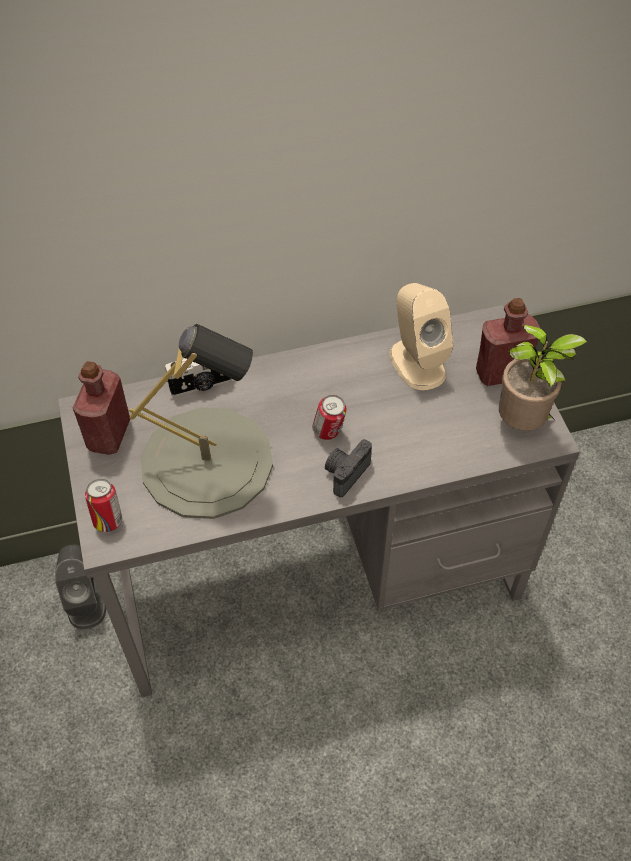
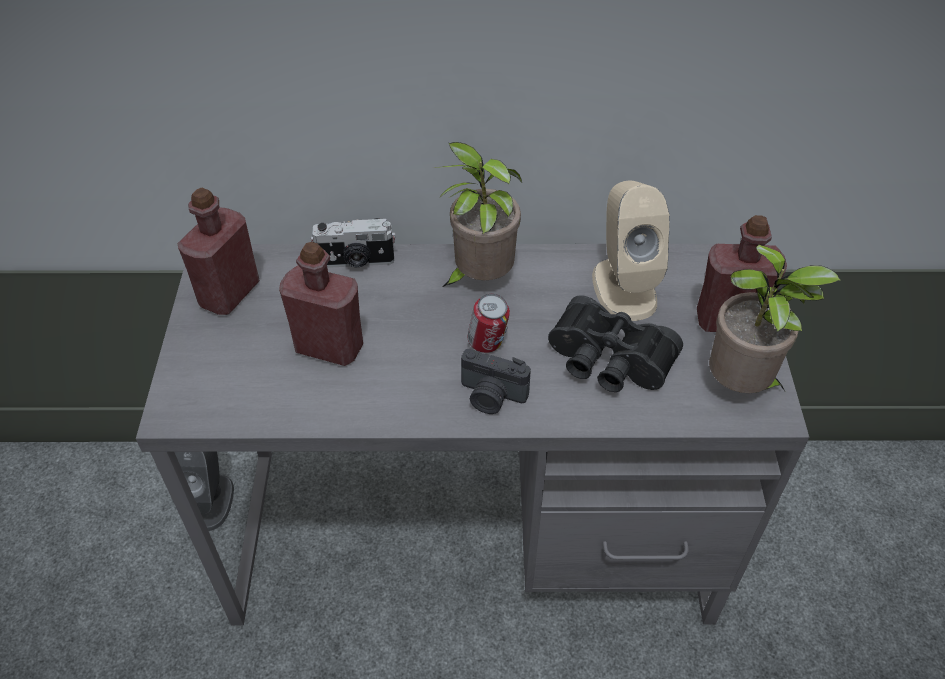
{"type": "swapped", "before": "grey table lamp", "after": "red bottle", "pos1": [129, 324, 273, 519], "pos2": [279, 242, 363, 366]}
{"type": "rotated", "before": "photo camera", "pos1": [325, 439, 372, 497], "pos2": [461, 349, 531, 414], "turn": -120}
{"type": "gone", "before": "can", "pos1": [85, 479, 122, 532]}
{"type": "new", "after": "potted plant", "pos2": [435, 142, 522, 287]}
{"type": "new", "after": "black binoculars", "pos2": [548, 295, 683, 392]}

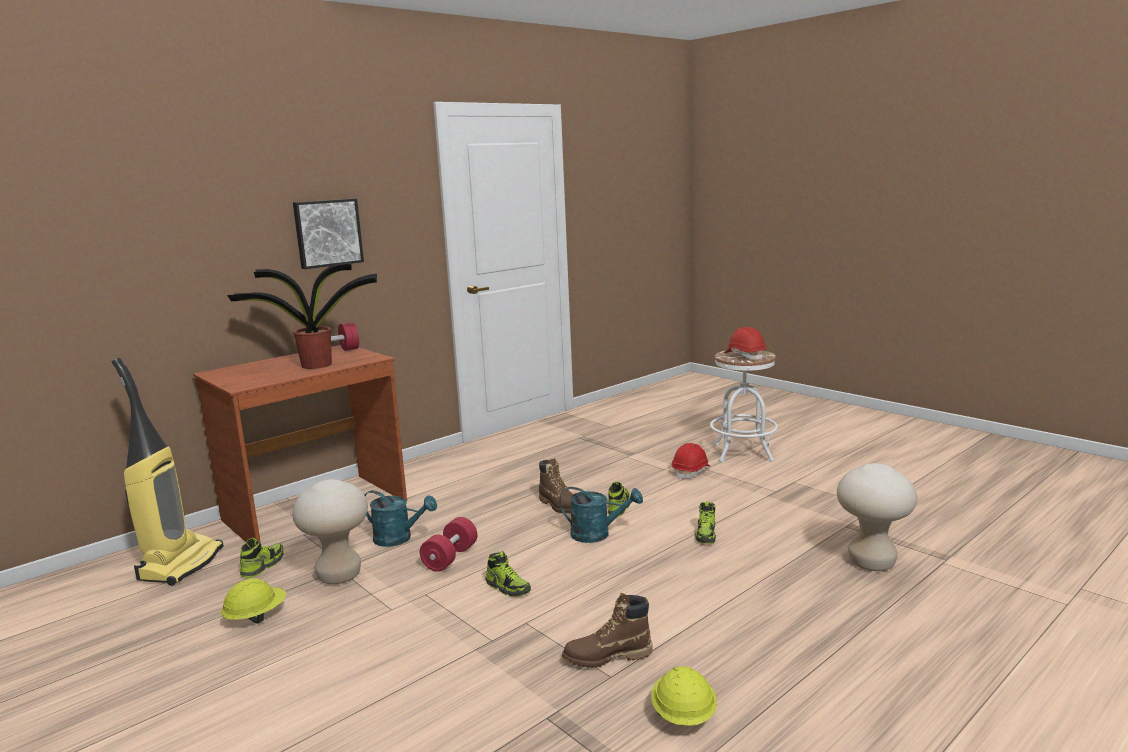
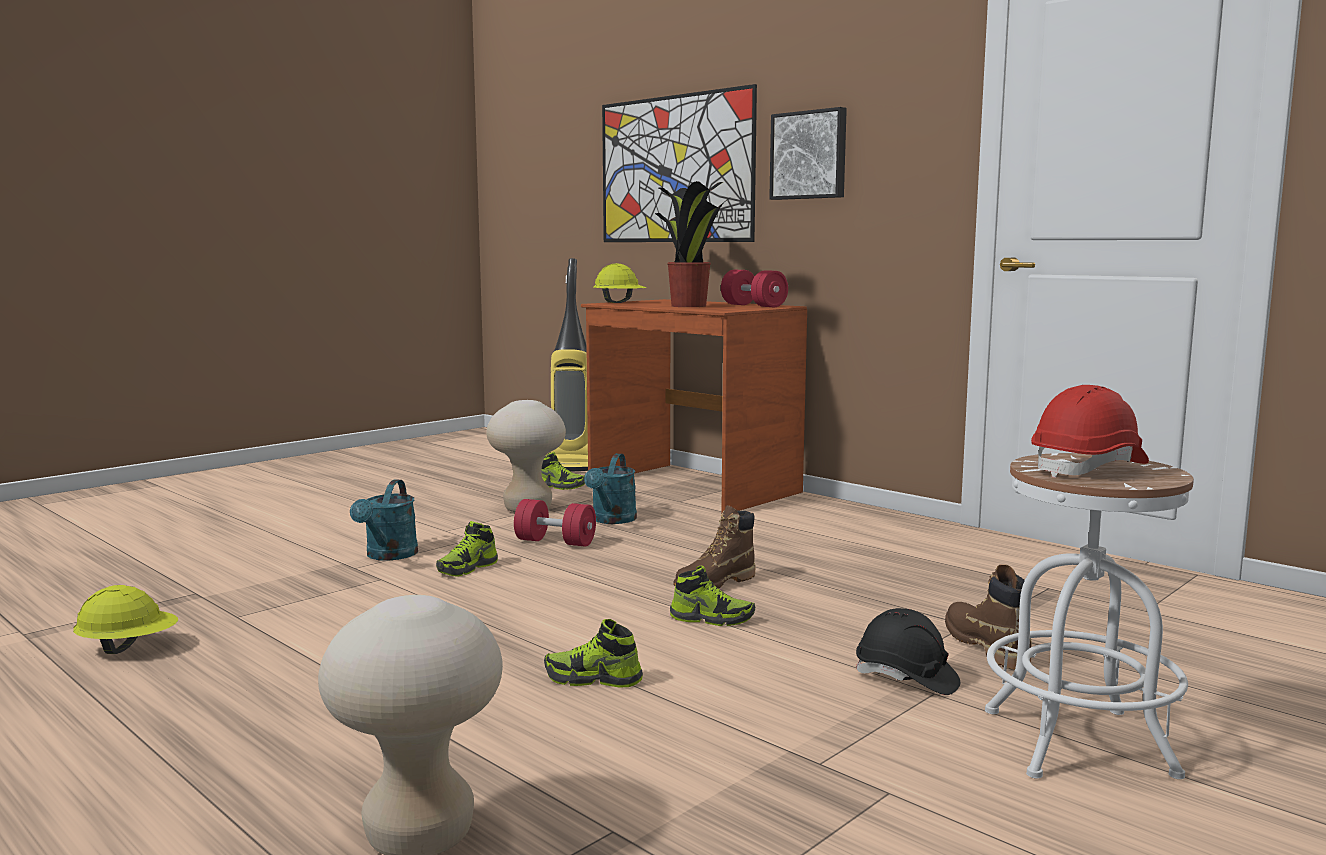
{"type": "repainted", "before": "red hard hat", "after": "black hard hat", "pos1": [672, 443, 711, 480], "pos2": [855, 608, 960, 695]}
{"type": "shifted", "before": "turquoise watering can", "pos1": [559, 487, 643, 543], "pos2": [350, 480, 418, 561]}
{"type": "shifted", "before": "yellow hard hat", "pos1": [221, 578, 286, 624], "pos2": [593, 263, 647, 303]}
{"type": "shifted", "before": "brown boot", "pos1": [562, 593, 652, 668], "pos2": [945, 564, 1032, 670]}
{"type": "new", "after": "picture", "pos2": [602, 84, 757, 242]}

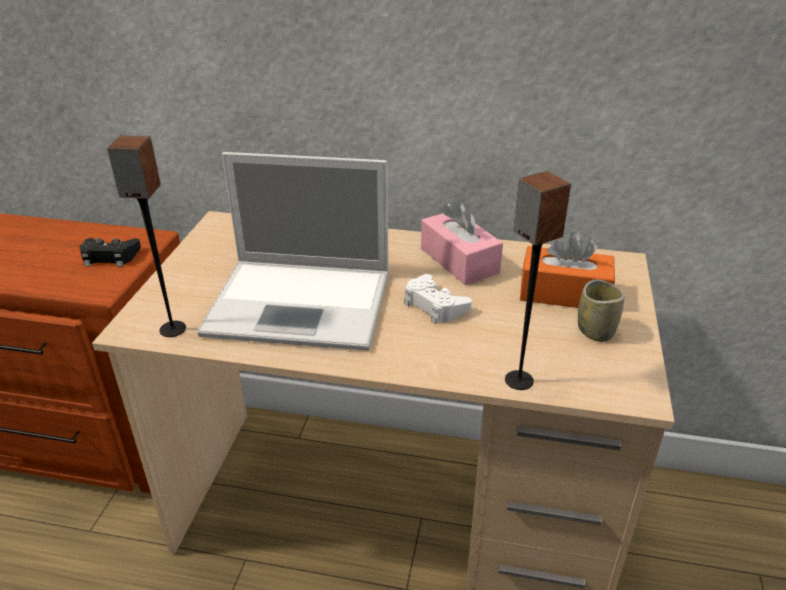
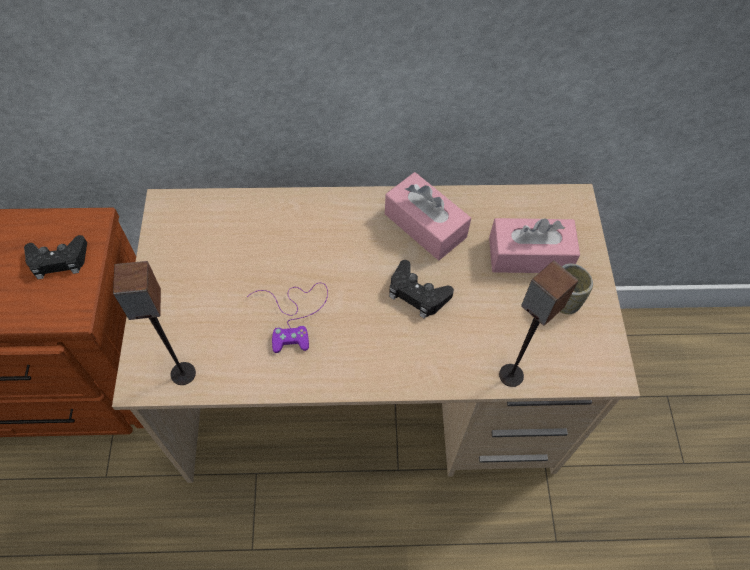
{"type": "swapped", "before": "laptop", "after": "purple game controller", "pos1": [197, 152, 389, 351], "pos2": [247, 283, 328, 353]}
{"type": "repainted", "before": "orange tissue box", "after": "pink tissue box", "pos1": [520, 231, 615, 308], "pos2": [489, 218, 580, 273]}
{"type": "repainted", "before": "white game controller", "after": "black game controller", "pos1": [404, 274, 472, 324], "pos2": [389, 260, 454, 319]}

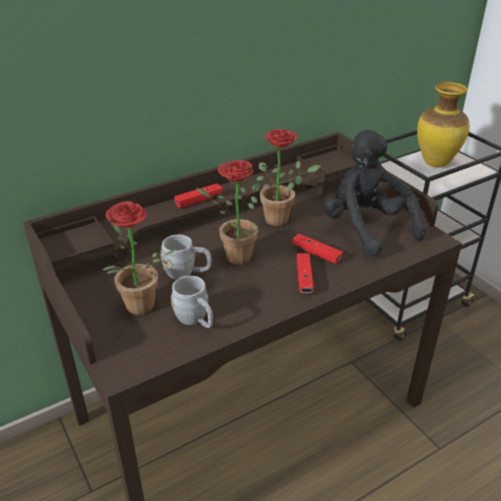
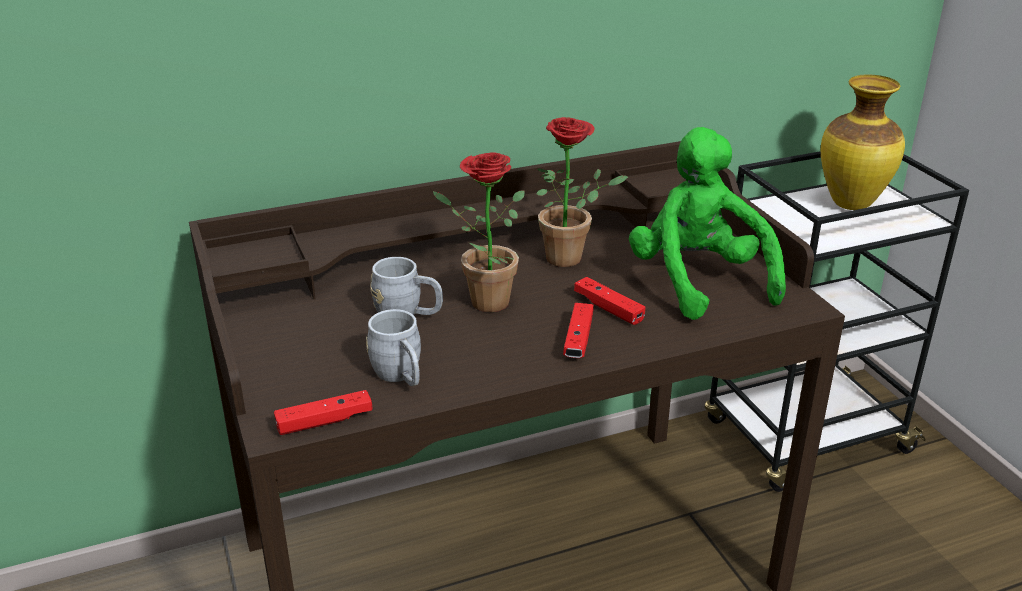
{"type": "repainted", "before": "black plush toy", "after": "green plush toy", "pos1": [323, 130, 426, 257], "pos2": [629, 127, 786, 320]}
{"type": "shifted", "before": "red game controller", "pos1": [174, 184, 223, 208], "pos2": [274, 390, 372, 435]}
{"type": "gone", "before": "potted plant", "pos1": [102, 201, 177, 315]}

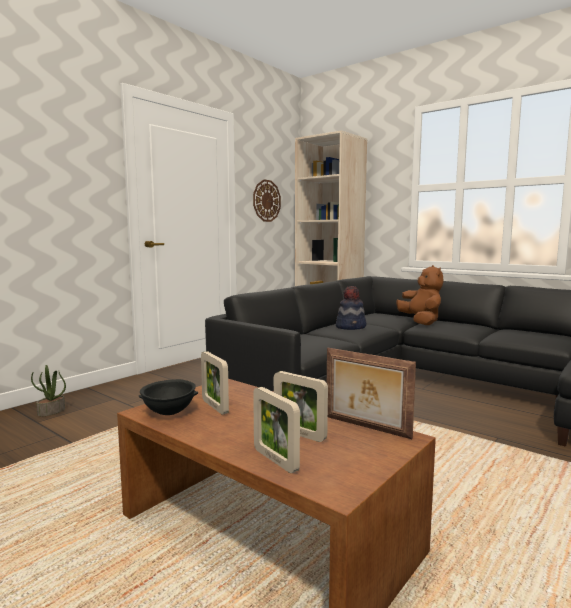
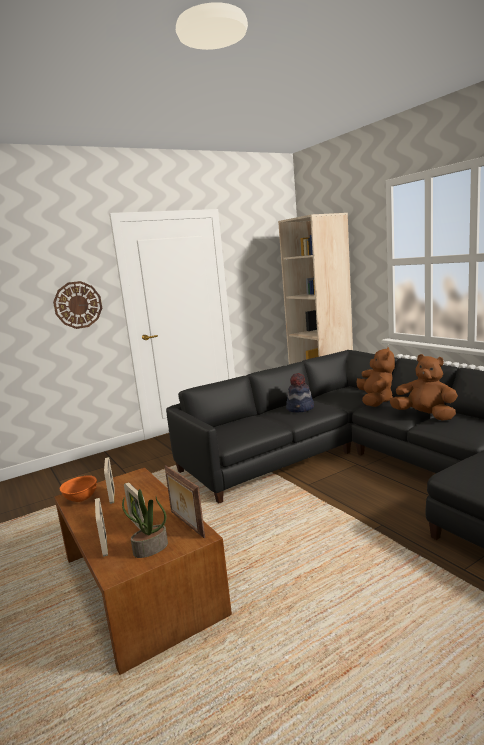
{"type": "shifted", "before": "wall clock", "pos1": [253, 179, 281, 222], "pos2": [53, 281, 102, 329]}
{"type": "shifted", "before": "potted plant", "pos1": [31, 365, 66, 416], "pos2": [122, 489, 168, 558]}
{"type": "repainted", "before": "black bowl", "after": "orange bowl", "pos1": [139, 379, 198, 415], "pos2": [60, 476, 97, 502]}
{"type": "new", "after": "brown plush toy", "pos2": [390, 354, 458, 421]}

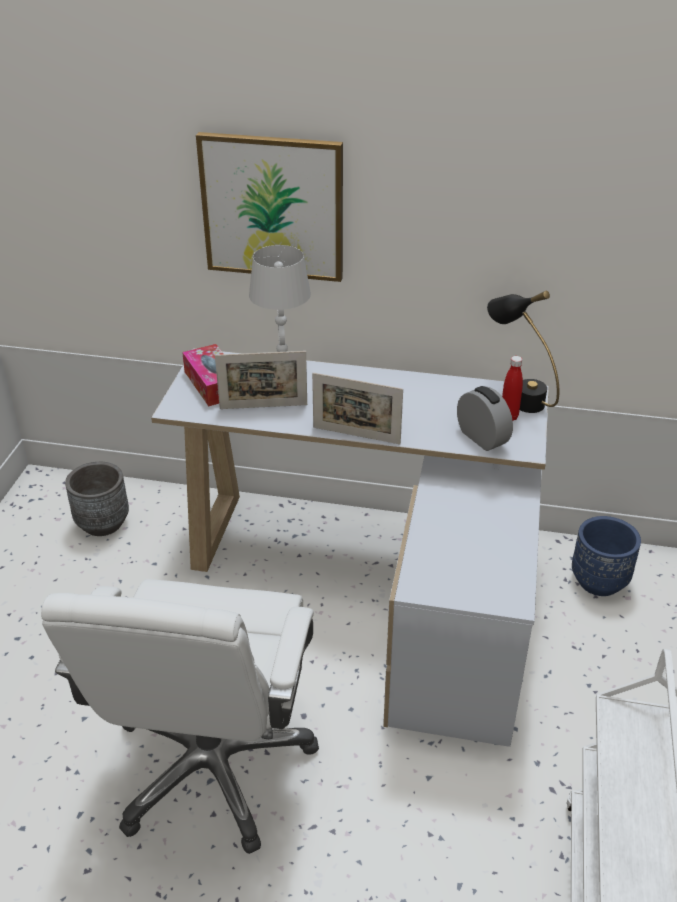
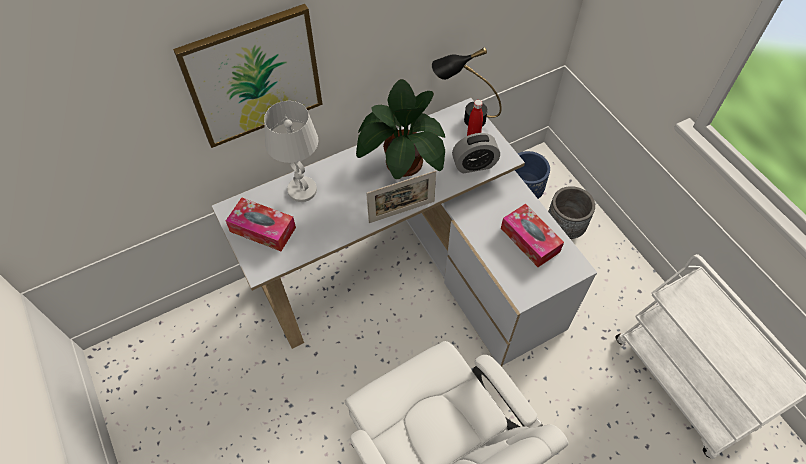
{"type": "gone", "before": "picture frame", "pos1": [215, 351, 307, 409]}
{"type": "rotated", "before": "alarm clock", "pos1": [457, 386, 513, 451], "pos2": [452, 133, 500, 174], "turn": 150}
{"type": "shifted", "before": "grey planter", "pos1": [65, 462, 129, 536], "pos2": [548, 186, 595, 239]}
{"type": "new", "after": "potted plant", "pos2": [356, 79, 445, 179]}
{"type": "new", "after": "tissue box", "pos2": [501, 204, 564, 267]}

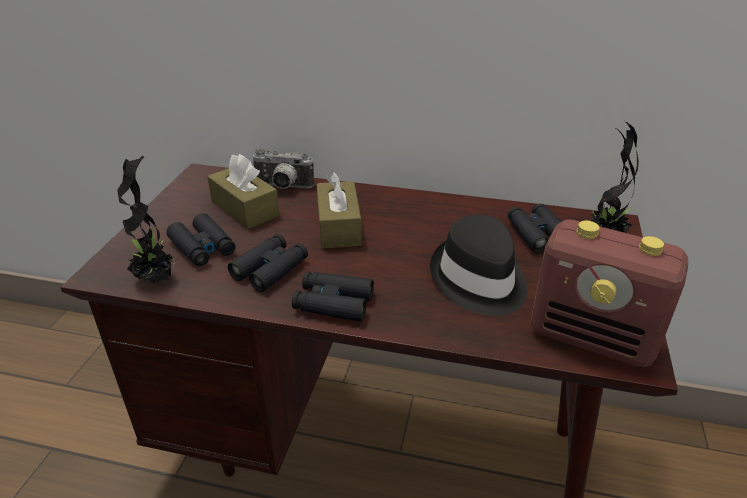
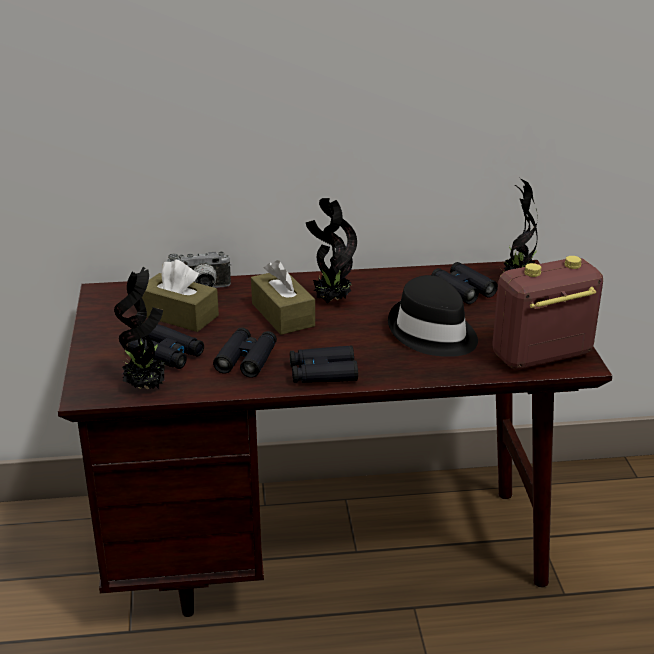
{"type": "rotated", "before": "radio", "pos1": [531, 220, 688, 367], "pos2": [492, 256, 603, 370], "turn": 150}
{"type": "new", "after": "potted plant", "pos2": [306, 198, 357, 303]}

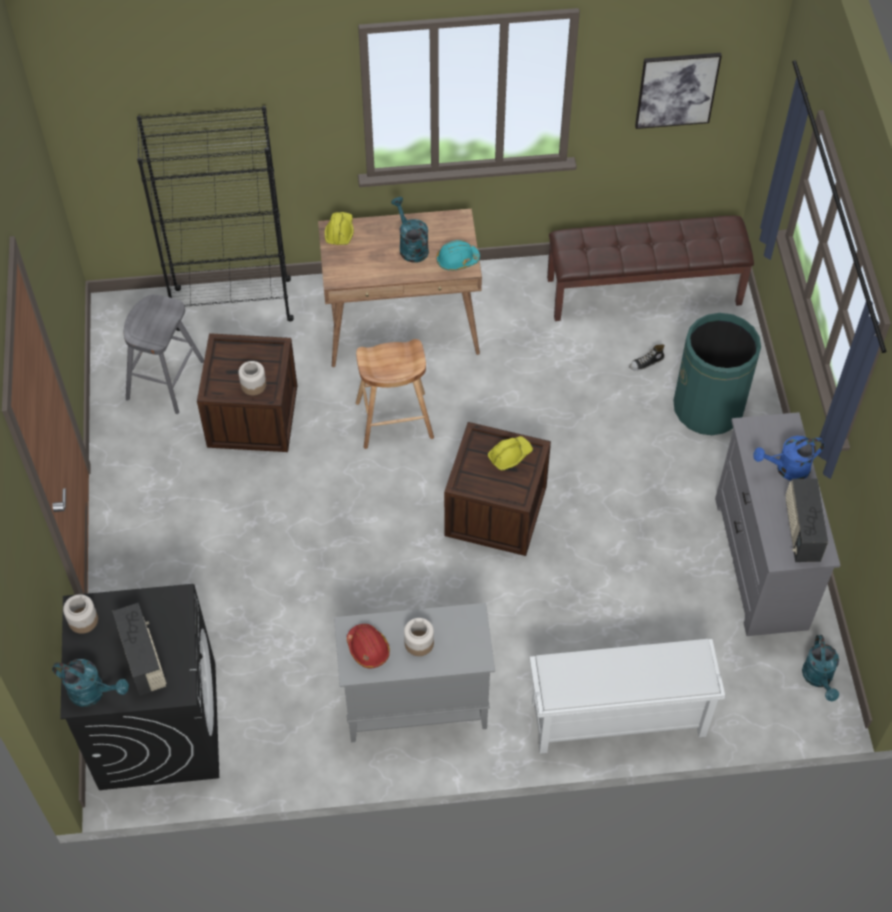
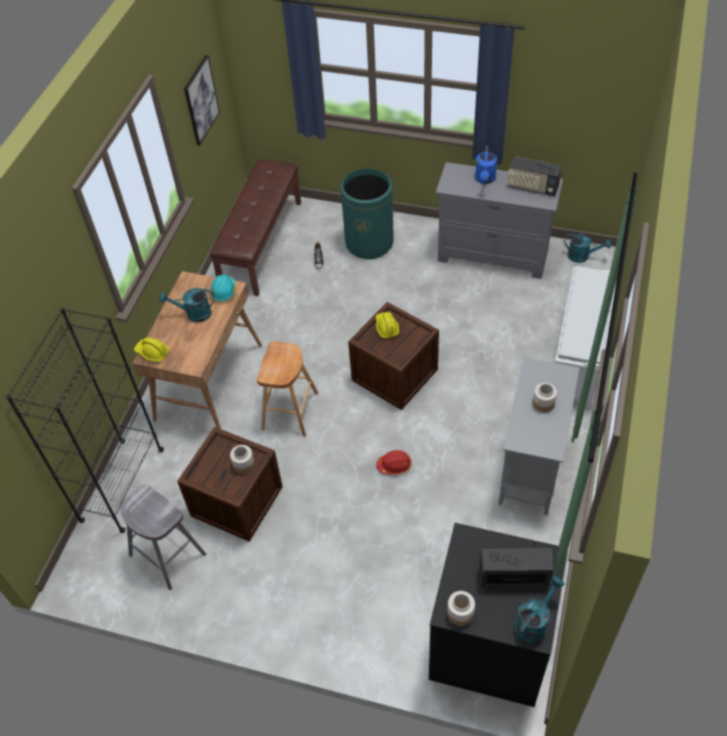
{"type": "shifted", "before": "red hard hat", "pos1": [347, 624, 390, 668], "pos2": [376, 450, 411, 475]}

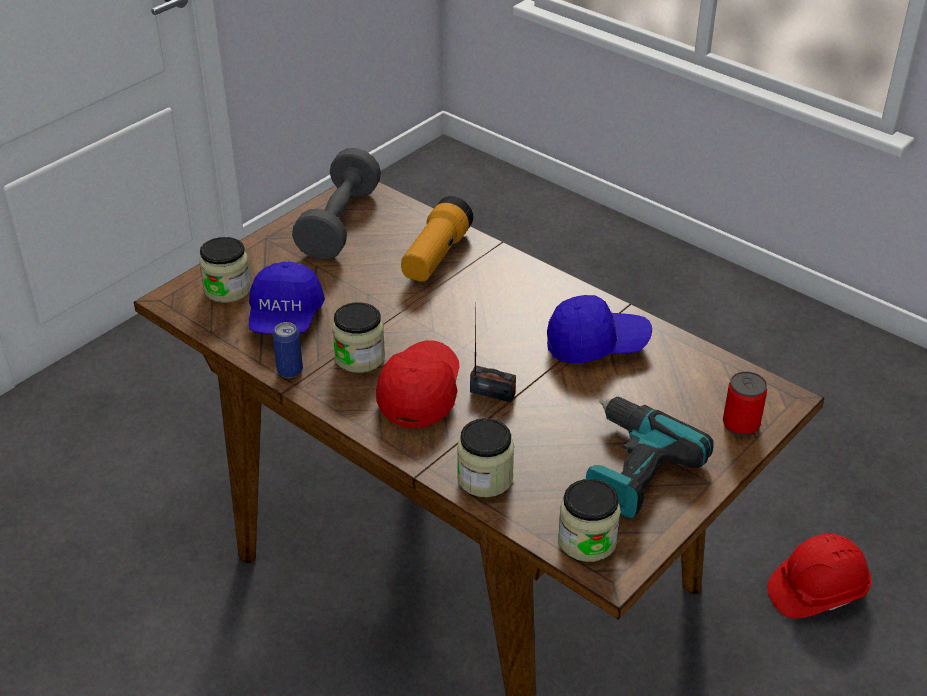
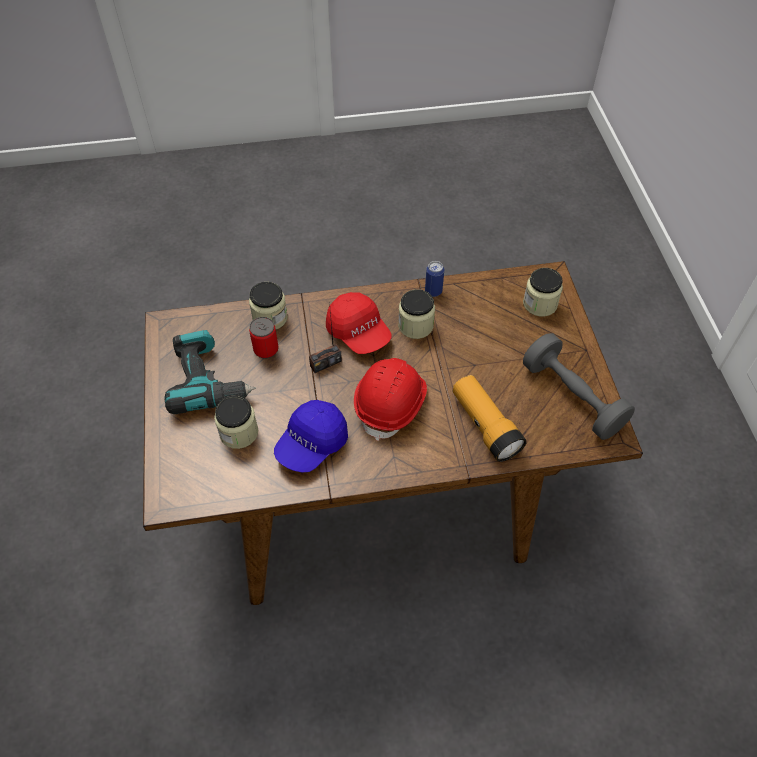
{"type": "gone", "before": "blue cap", "pos1": [248, 261, 325, 334]}
{"type": "shifted", "before": "can", "pos1": [723, 371, 767, 436], "pos2": [249, 317, 279, 359]}
{"type": "shifted", "before": "jar", "pos1": [558, 479, 621, 562], "pos2": [214, 395, 258, 449]}
{"type": "shifted", "before": "red hard hat", "pos1": [767, 534, 872, 619], "pos2": [354, 358, 427, 441]}

